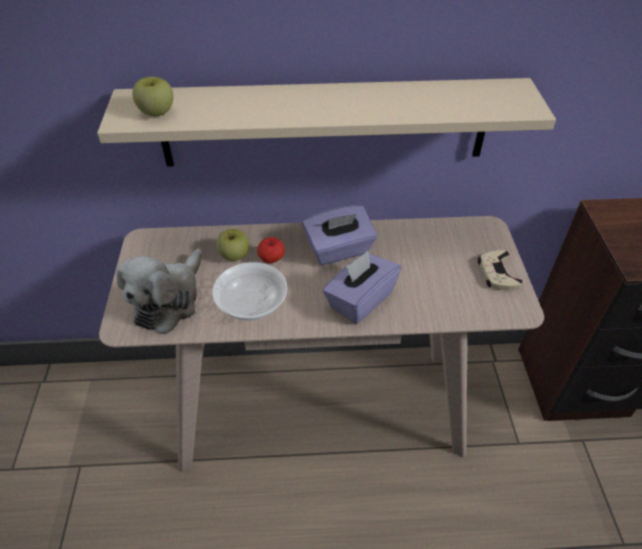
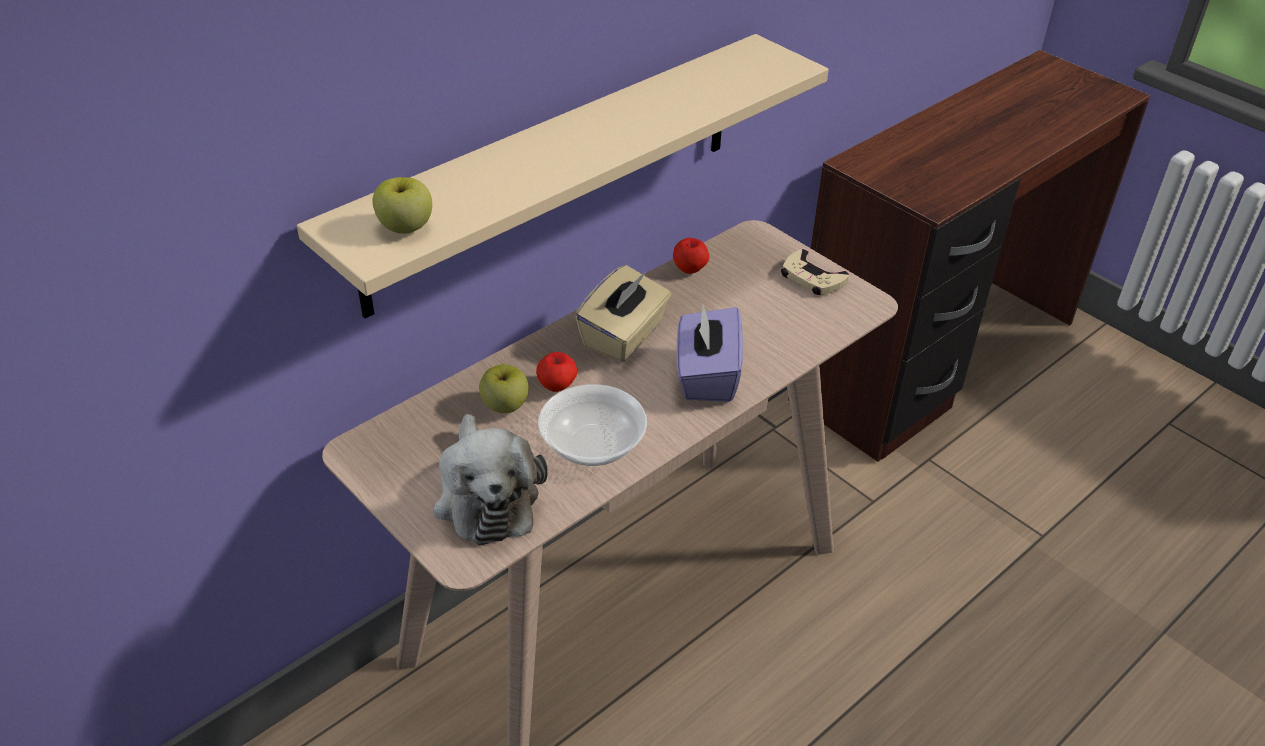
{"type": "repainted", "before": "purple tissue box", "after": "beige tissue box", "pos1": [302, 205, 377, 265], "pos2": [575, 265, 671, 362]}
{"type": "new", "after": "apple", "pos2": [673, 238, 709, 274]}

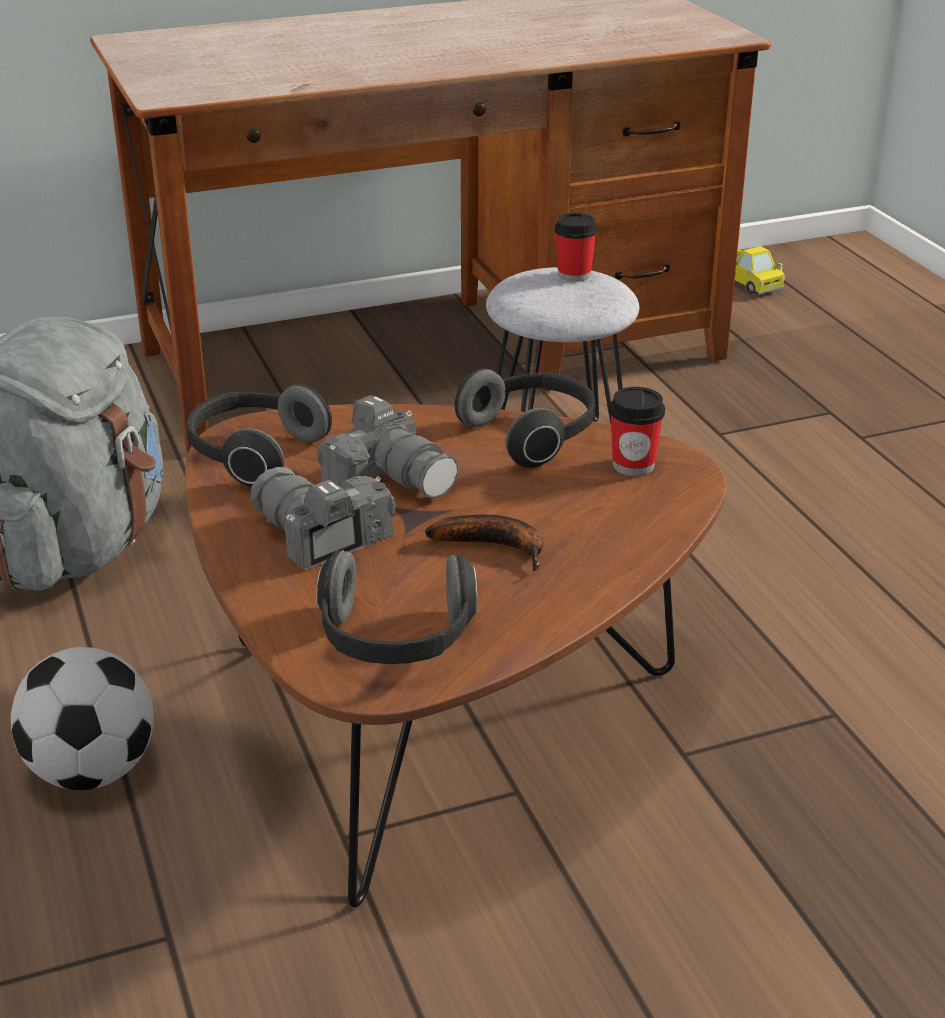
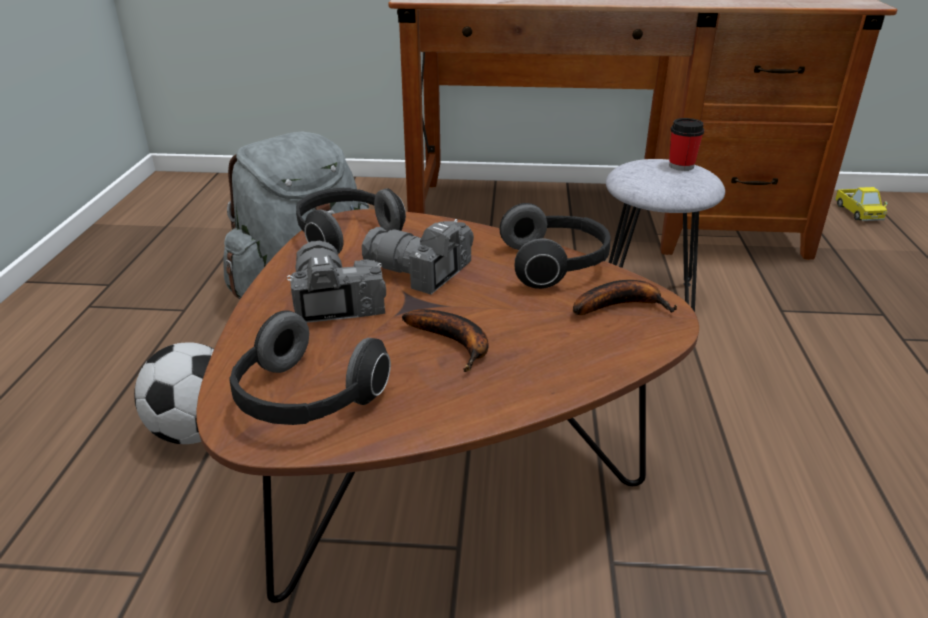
{"type": "swapped", "before": "cup", "after": "banana", "pos1": [609, 387, 665, 476], "pos2": [573, 280, 678, 315]}
{"type": "rotated", "before": "photo camera", "pos1": [316, 395, 458, 498], "pos2": [362, 219, 474, 294], "turn": 135}

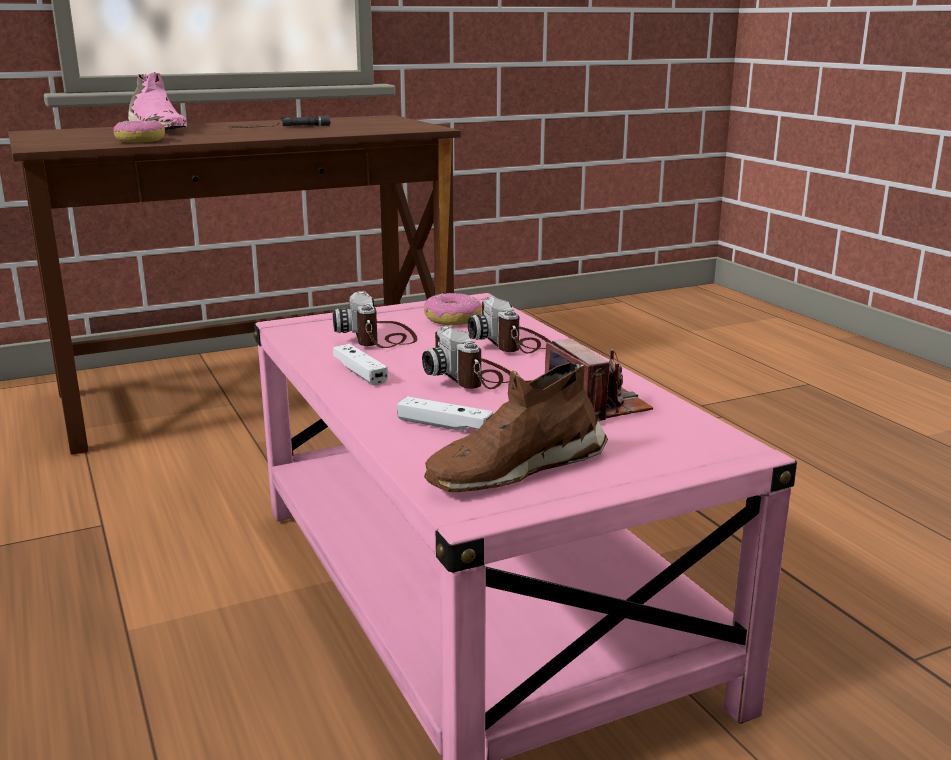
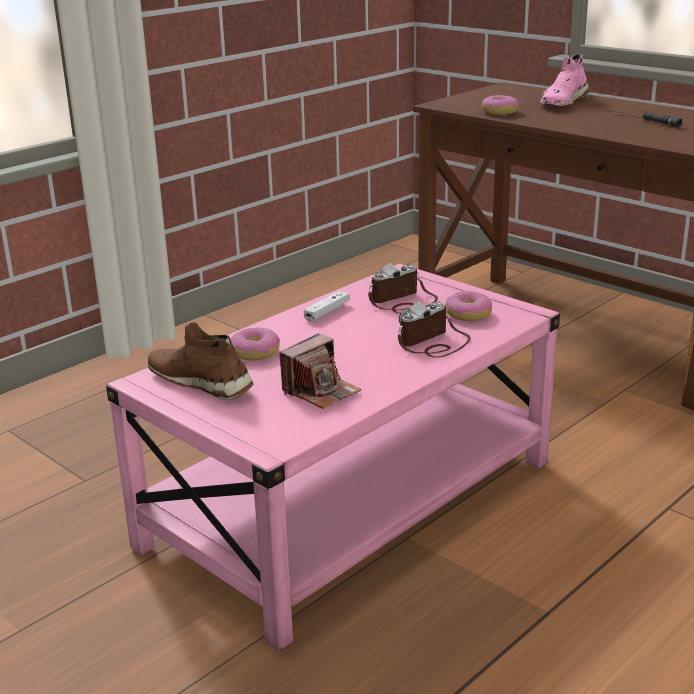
{"type": "gone", "before": "photo camera", "pos1": [422, 326, 511, 389]}
{"type": "swapped", "before": "white game controller", "after": "donut", "pos1": [397, 397, 493, 432], "pos2": [231, 327, 280, 360]}

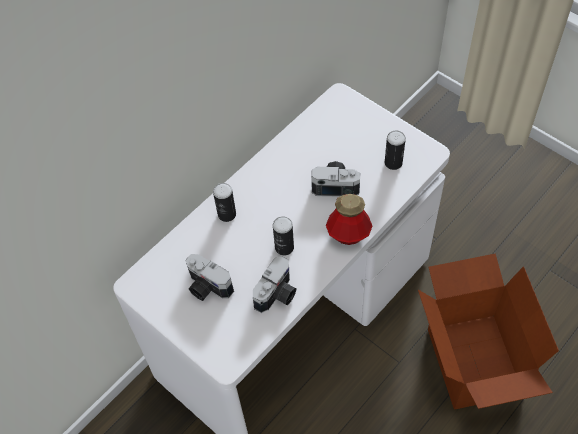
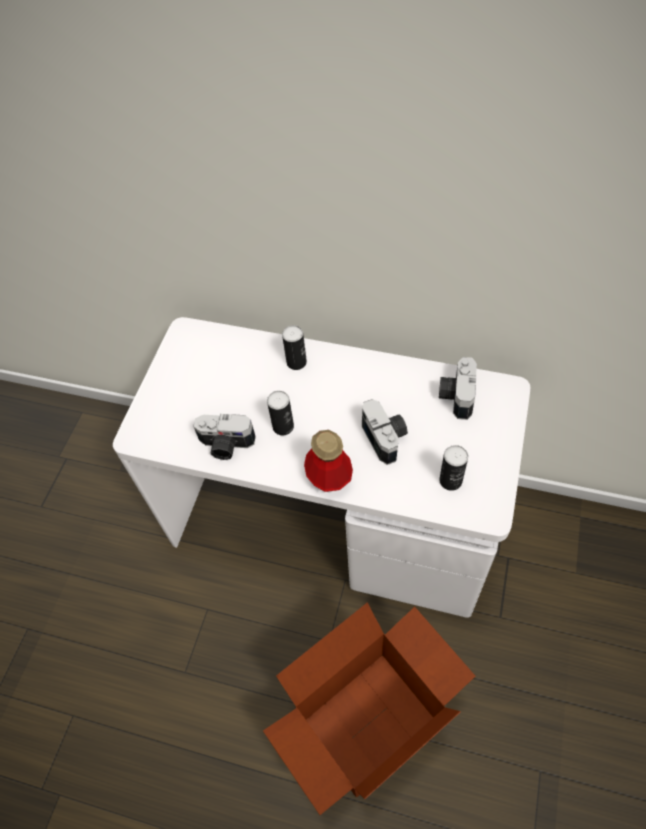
{"type": "shifted", "before": "photo camera", "pos1": [185, 254, 234, 301], "pos2": [439, 357, 477, 420]}

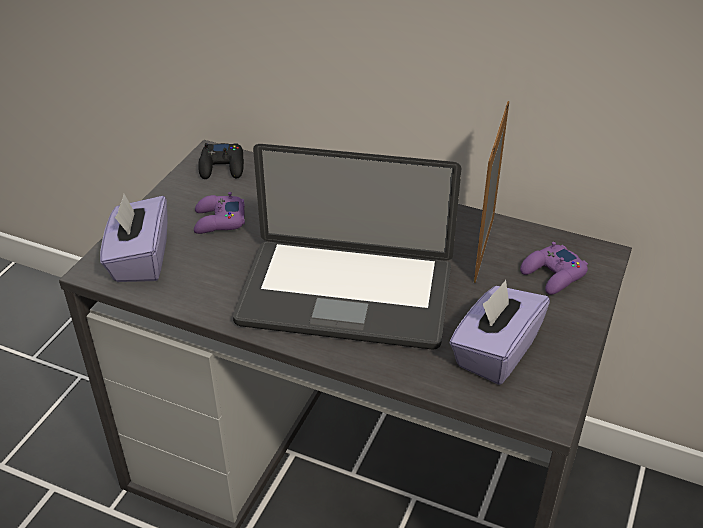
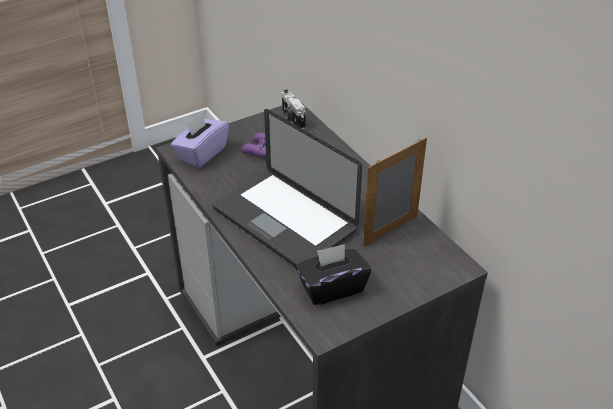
{"type": "swapped", "before": "black game controller", "after": "photo camera", "pos1": [198, 143, 244, 179], "pos2": [282, 89, 306, 130]}
{"type": "gone", "before": "purple game controller", "pos1": [520, 242, 588, 295]}
{"type": "repainted", "before": "purple tissue box", "after": "black tissue box", "pos1": [450, 280, 550, 385], "pos2": [296, 244, 371, 305]}

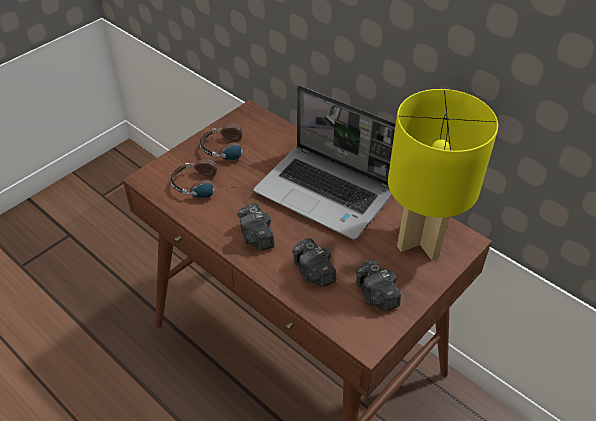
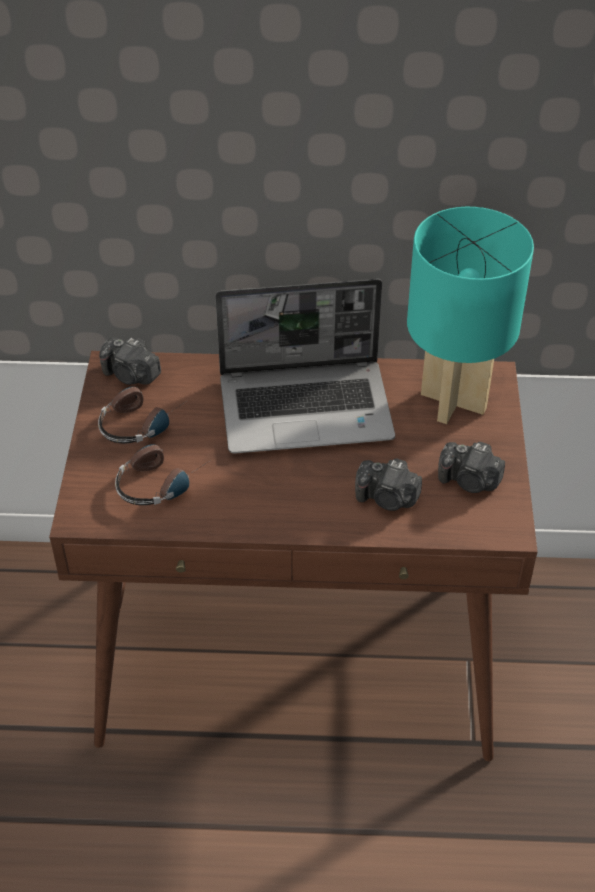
{"type": "repainted", "before": "yellow table lamp", "after": "turquoise table lamp", "pos1": [388, 89, 498, 260], "pos2": [407, 207, 534, 424]}
{"type": "shifted", "before": "photo camera", "pos1": [237, 203, 275, 251], "pos2": [99, 338, 161, 385]}

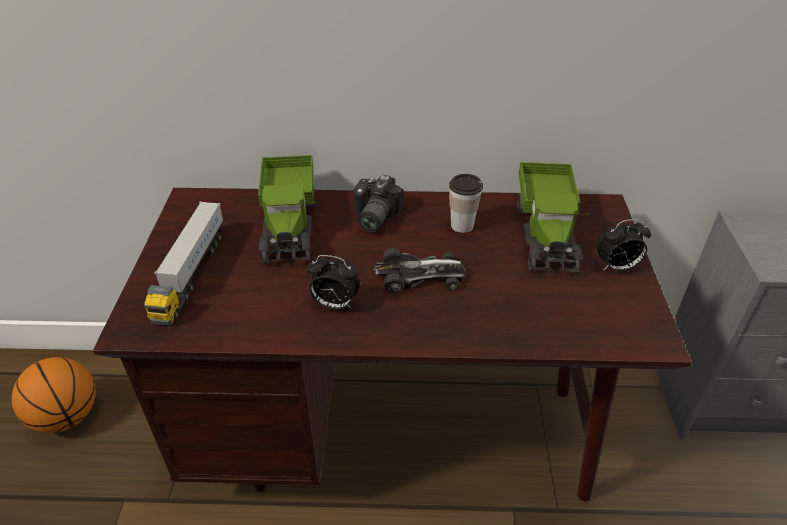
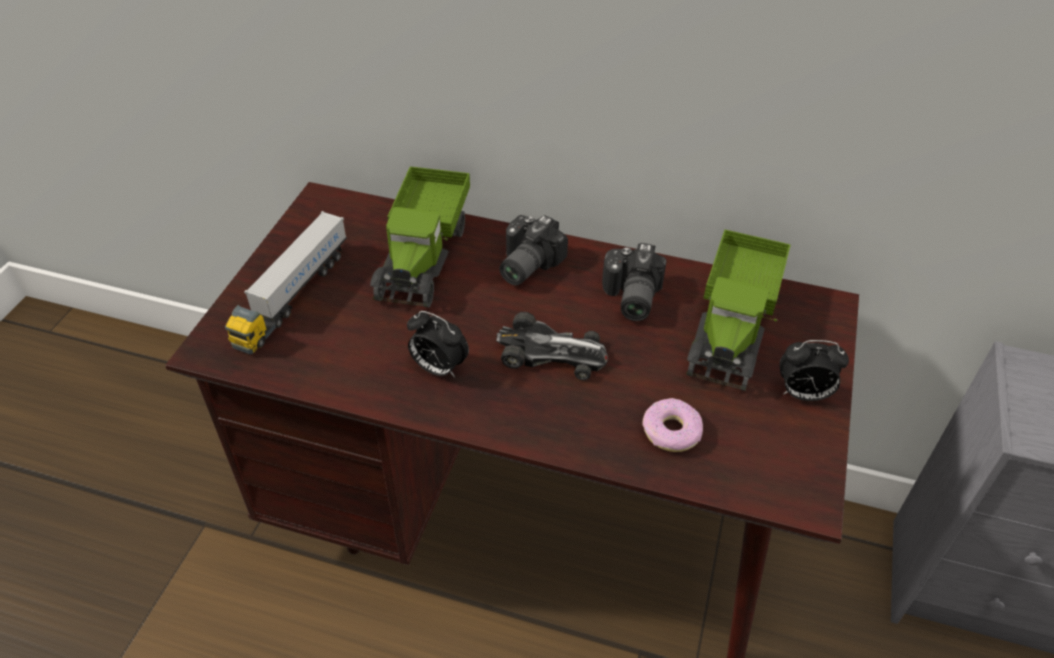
{"type": "swapped", "before": "cup", "after": "photo camera", "pos1": [449, 174, 483, 233], "pos2": [602, 243, 667, 321]}
{"type": "gone", "before": "basketball", "pos1": [12, 357, 96, 433]}
{"type": "new", "after": "donut", "pos2": [642, 398, 703, 452]}

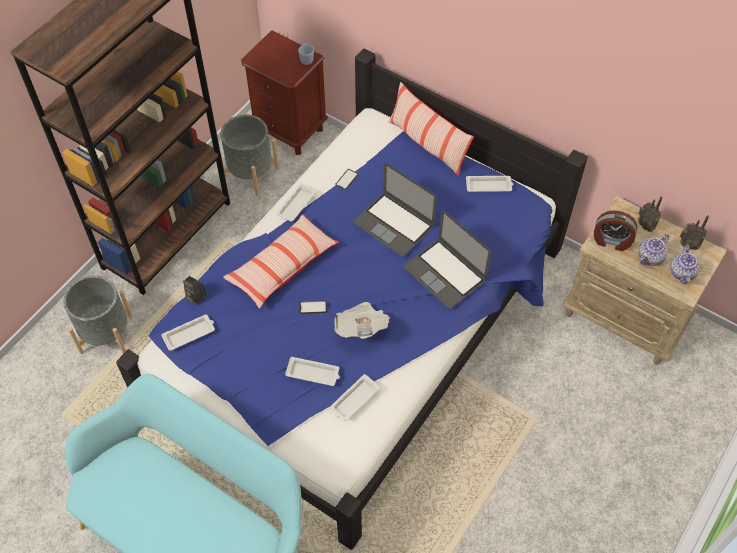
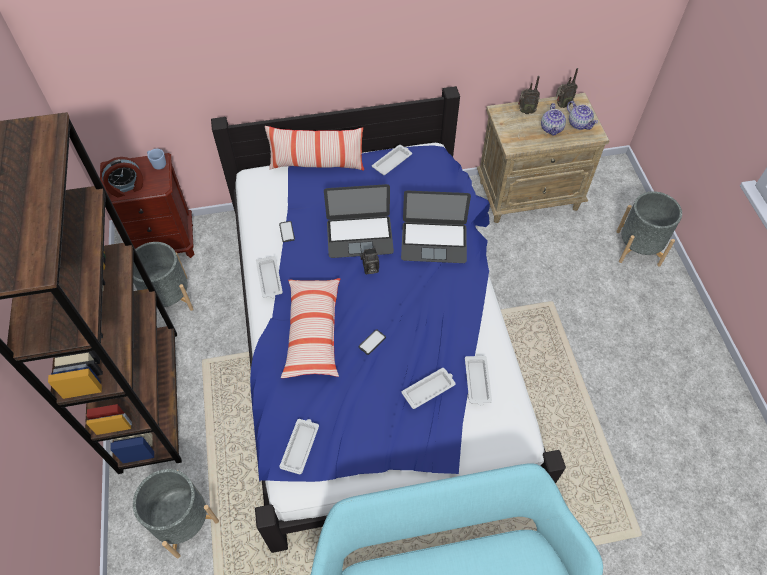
{"type": "shifted", "before": "alarm clock", "pos1": [594, 210, 637, 251], "pos2": [101, 157, 143, 197]}
{"type": "shifted", "before": "photo camera", "pos1": [183, 275, 206, 305], "pos2": [360, 248, 379, 274]}
{"type": "gone", "before": "newspaper", "pos1": [334, 302, 390, 339]}
{"type": "new", "after": "grey planter", "pos2": [616, 191, 682, 267]}

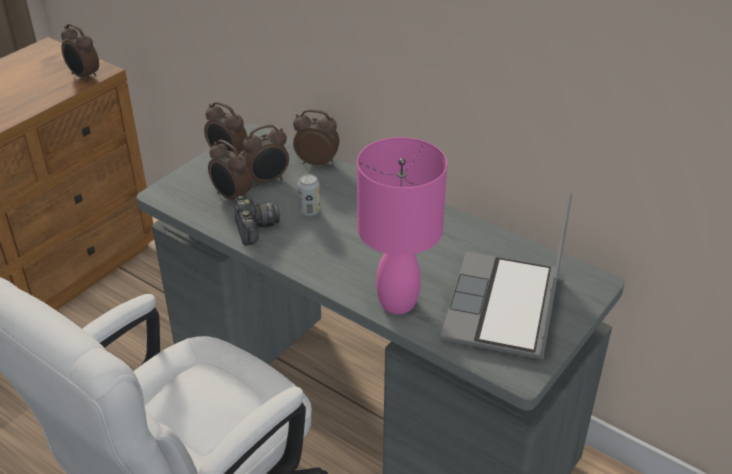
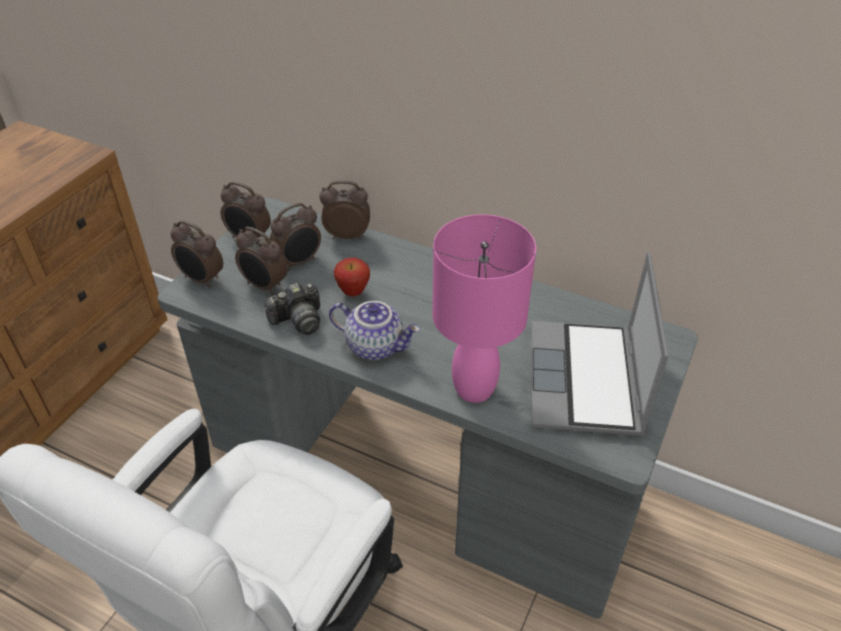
{"type": "shifted", "before": "alarm clock", "pos1": [61, 23, 99, 82], "pos2": [170, 220, 223, 288]}
{"type": "swapped", "before": "can", "after": "apple", "pos1": [298, 174, 320, 216], "pos2": [334, 258, 370, 297]}
{"type": "rotated", "before": "photo camera", "pos1": [235, 196, 280, 246], "pos2": [264, 283, 320, 335], "turn": 90}
{"type": "new", "after": "teapot", "pos2": [329, 301, 420, 360]}

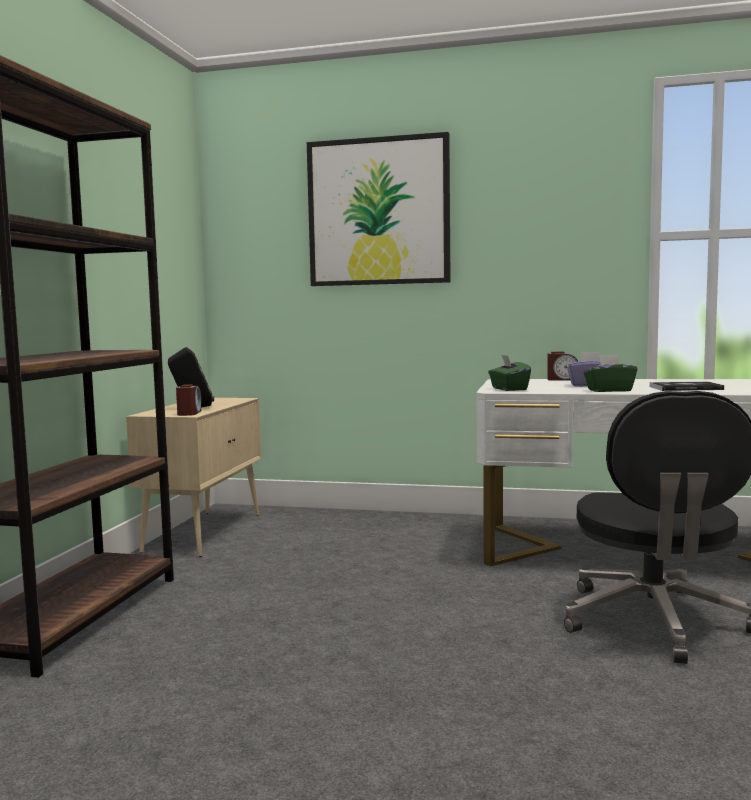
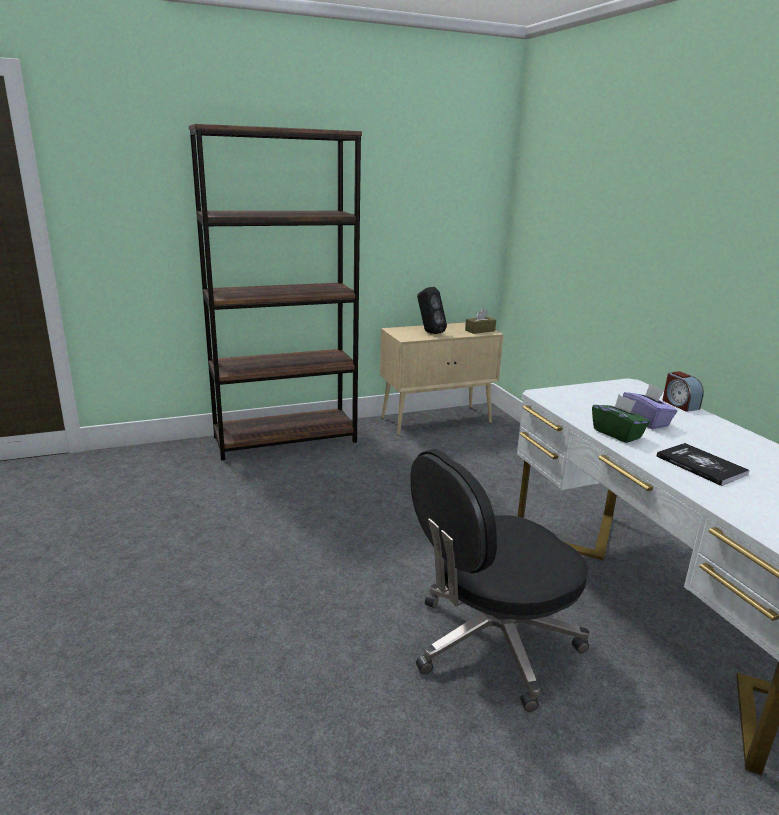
{"type": "gone", "before": "picture", "pos1": [307, 132, 451, 286]}
{"type": "gone", "before": "green tissue box", "pos1": [488, 354, 531, 391]}
{"type": "gone", "before": "alarm clock", "pos1": [176, 384, 201, 416]}
{"type": "new", "after": "brown tissue box", "pos2": [465, 308, 496, 334]}

